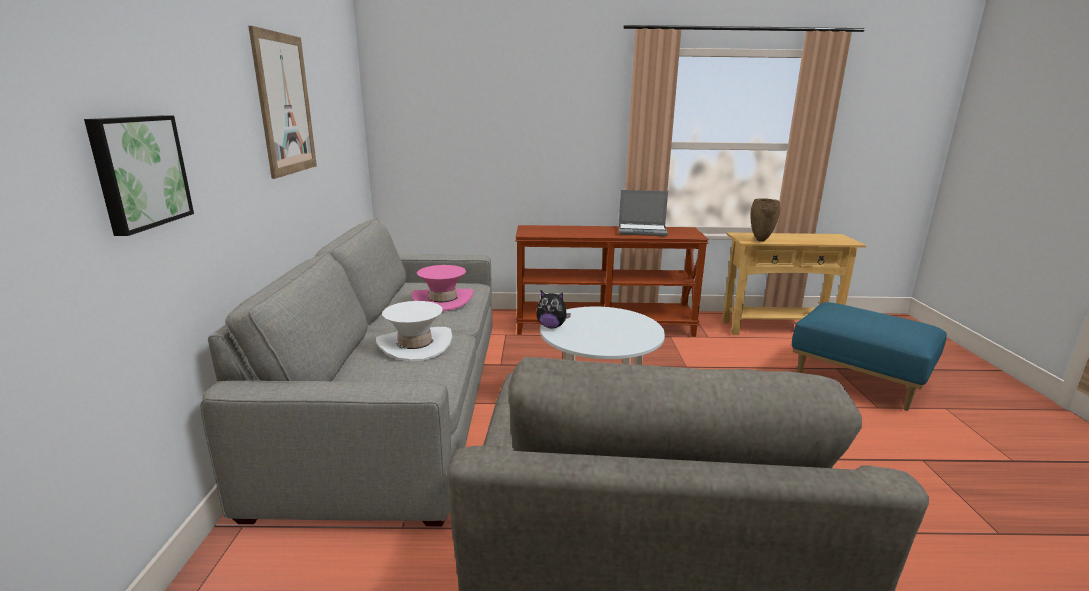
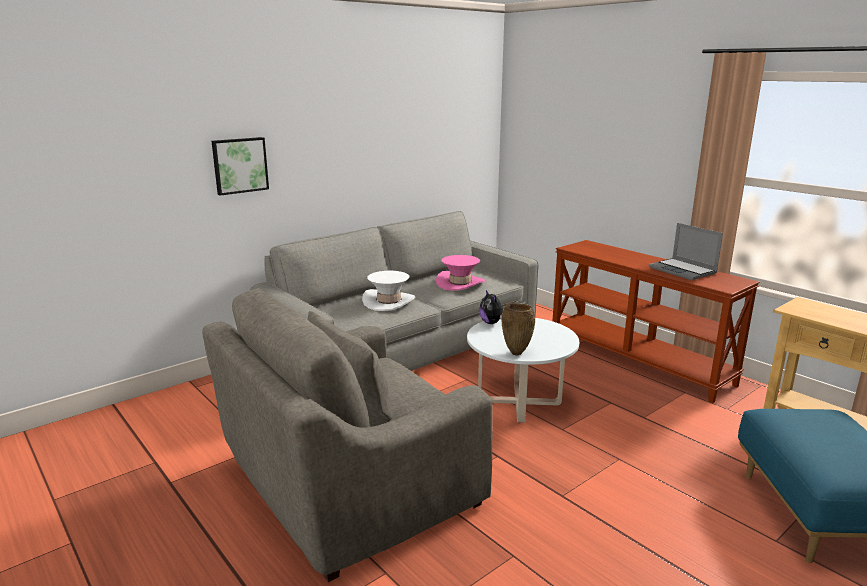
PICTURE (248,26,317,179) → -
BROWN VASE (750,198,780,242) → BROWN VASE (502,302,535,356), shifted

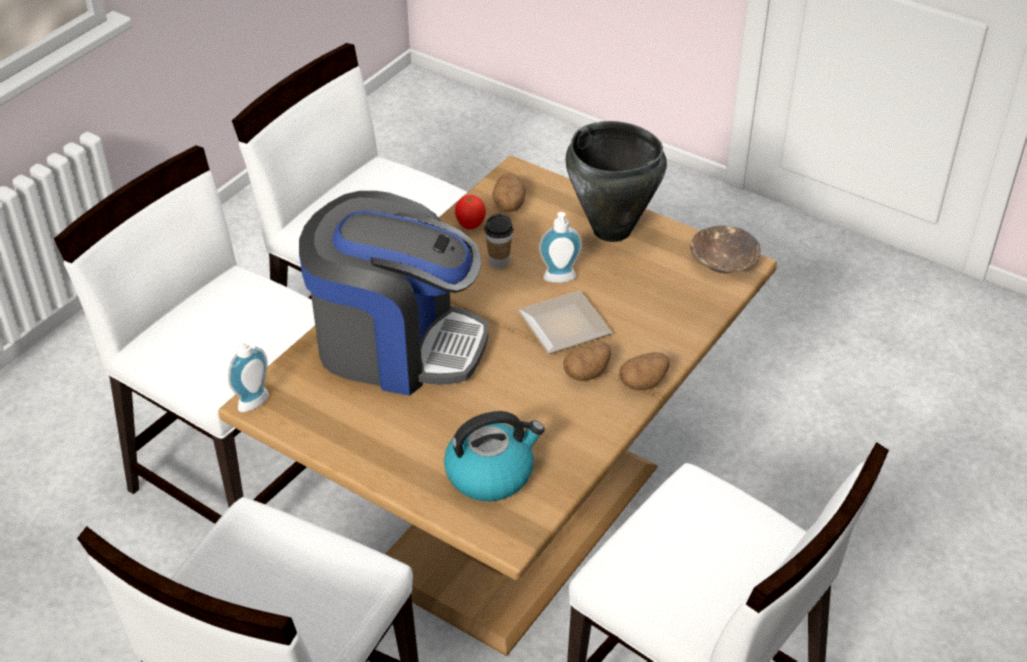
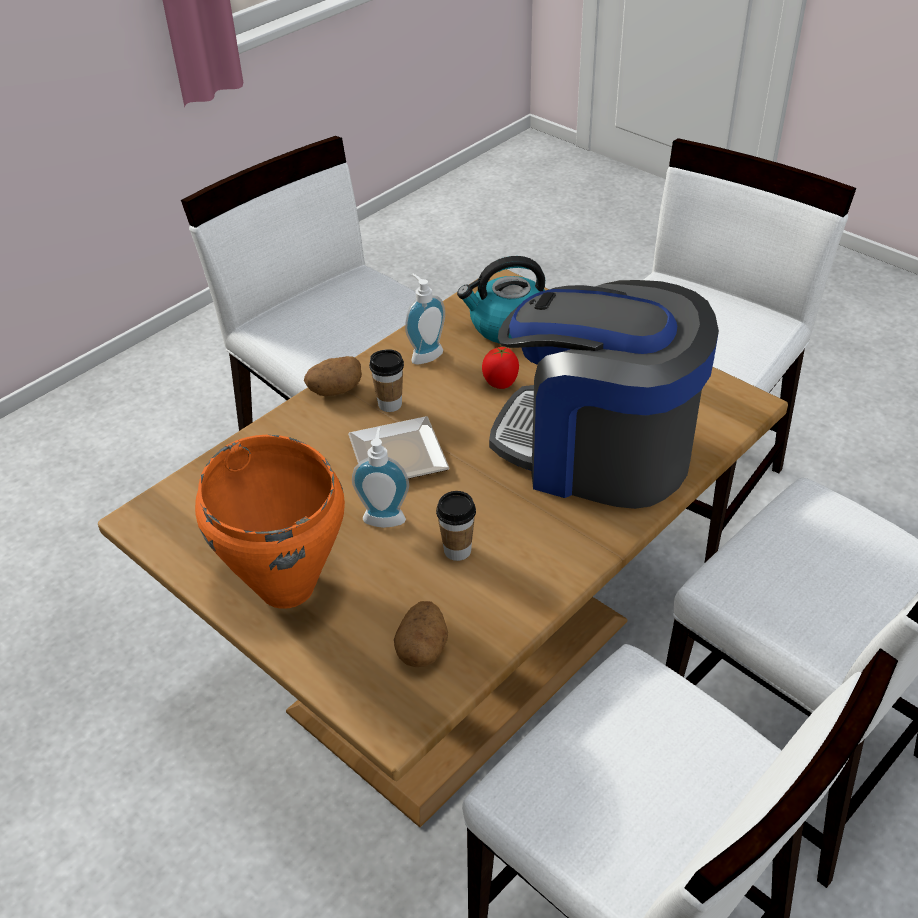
BLACK COOKING POT (565,121,667,242) → ORANGE COOKING POT (195,435,345,609)
TOMATO (455,195,486,229) → TOMATO (482,347,519,389), shifted
BROWN BOWL (690,226,761,273) → -
SOAP DISPENSER (228,335,269,412) → SOAP DISPENSER (405,274,445,365), shifted
POTATO (563,341,611,381) → CUP (369,349,404,412)

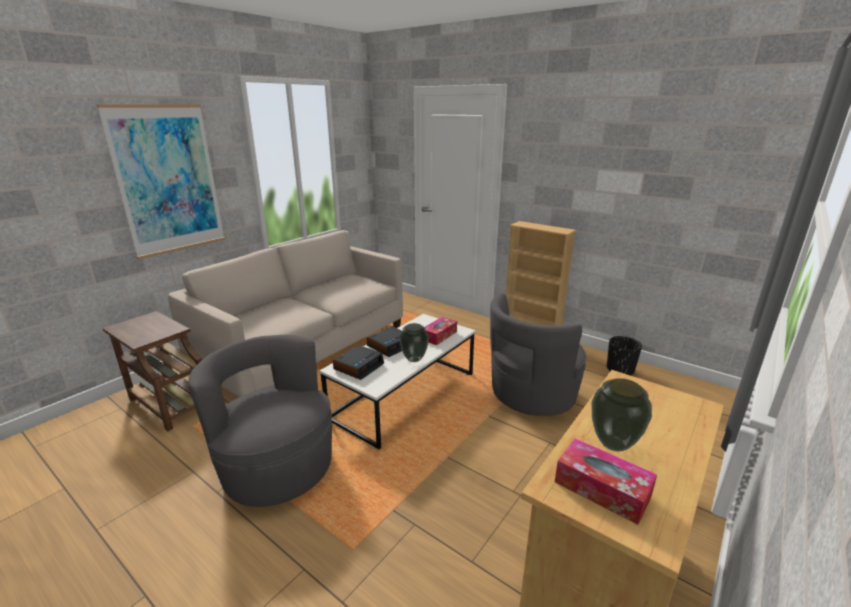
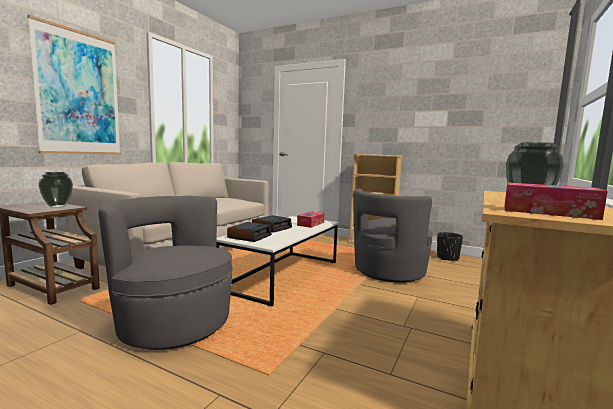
VASE (399,323,429,362) → VASE (38,172,73,208), shifted

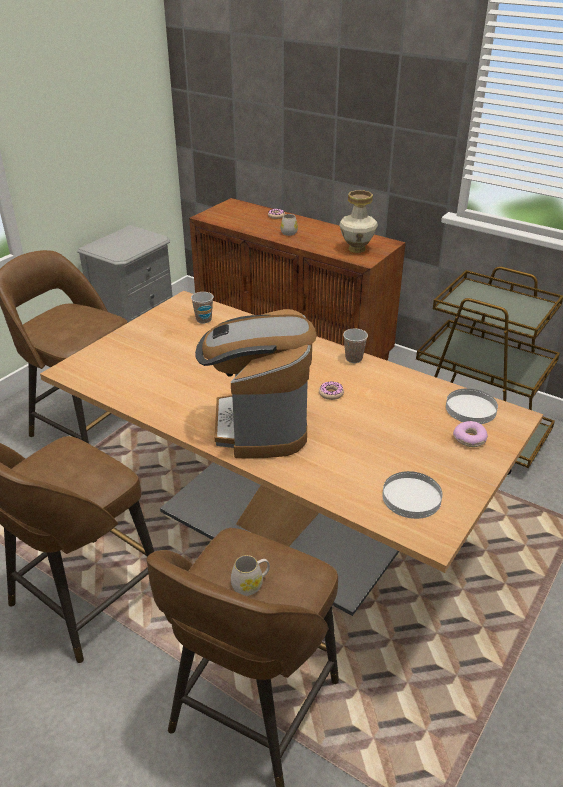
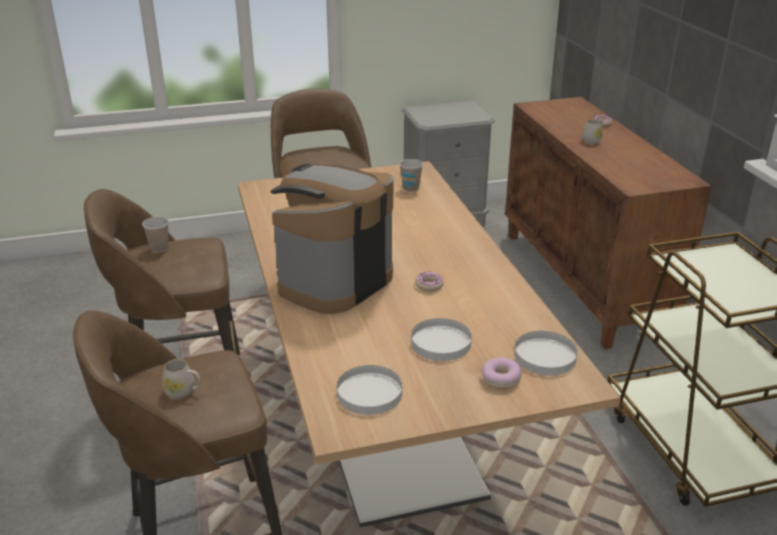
VASE (339,190,378,253) → -
CUP (343,329,368,363) → CUP (142,217,169,253), shifted
- → WHITE PLATE (411,318,472,361)

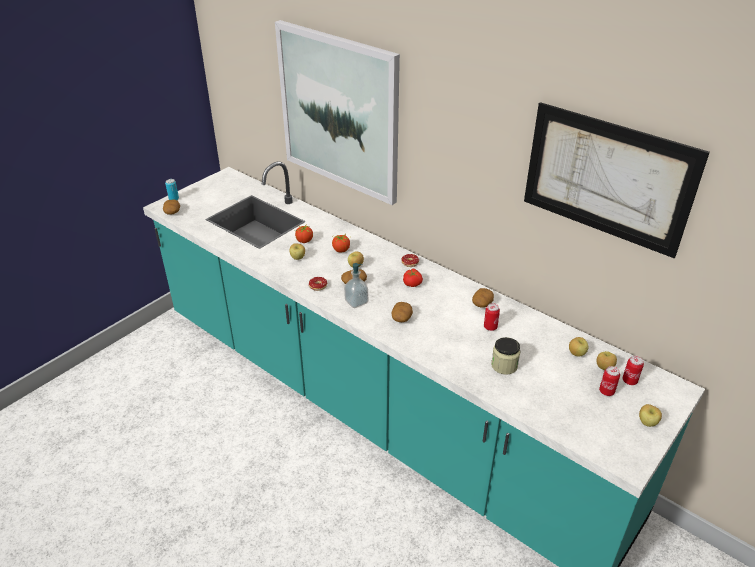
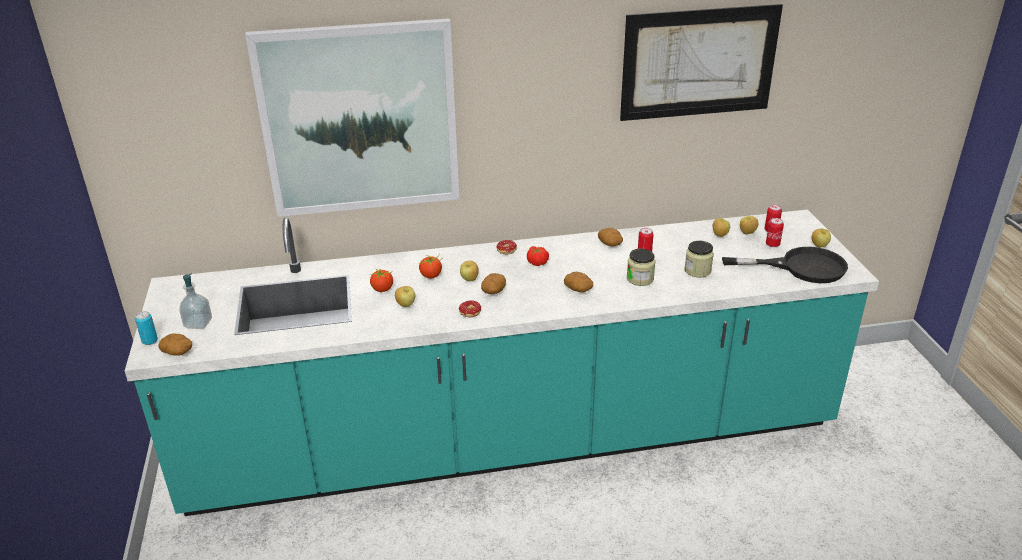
SOAP DISPENSER (344,263,368,308) → SOAP DISPENSER (179,274,212,329), shifted
- → BLACK FRYING PAN (722,247,848,283)
- → JAR (627,249,656,286)

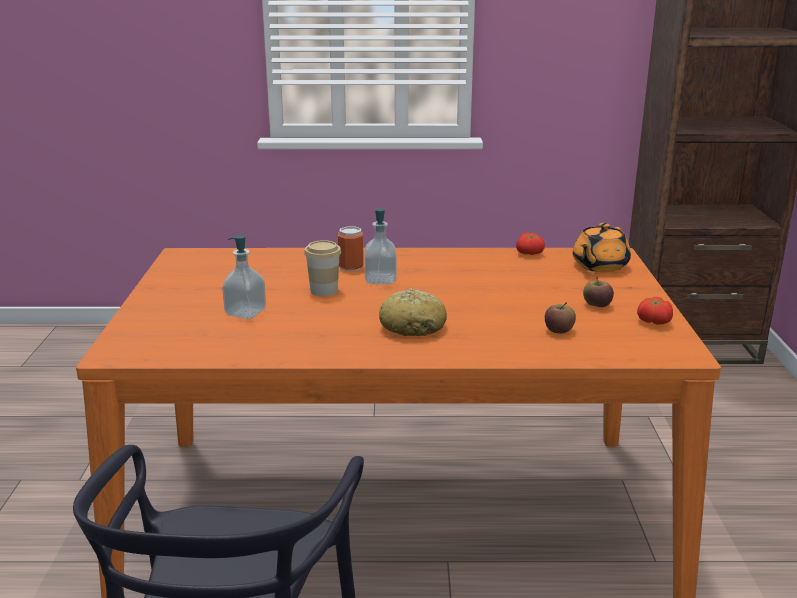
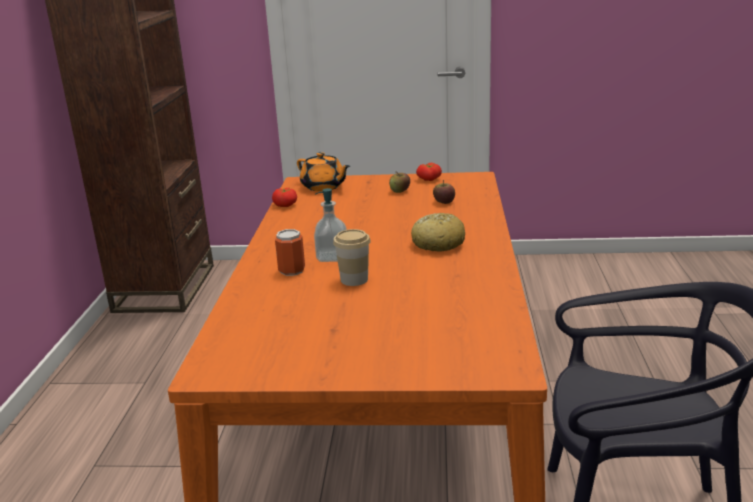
SOAP DISPENSER (222,235,266,319) → -

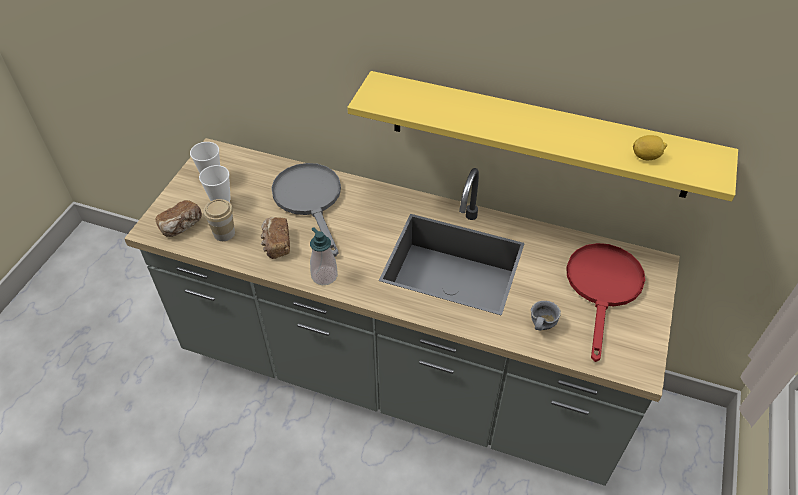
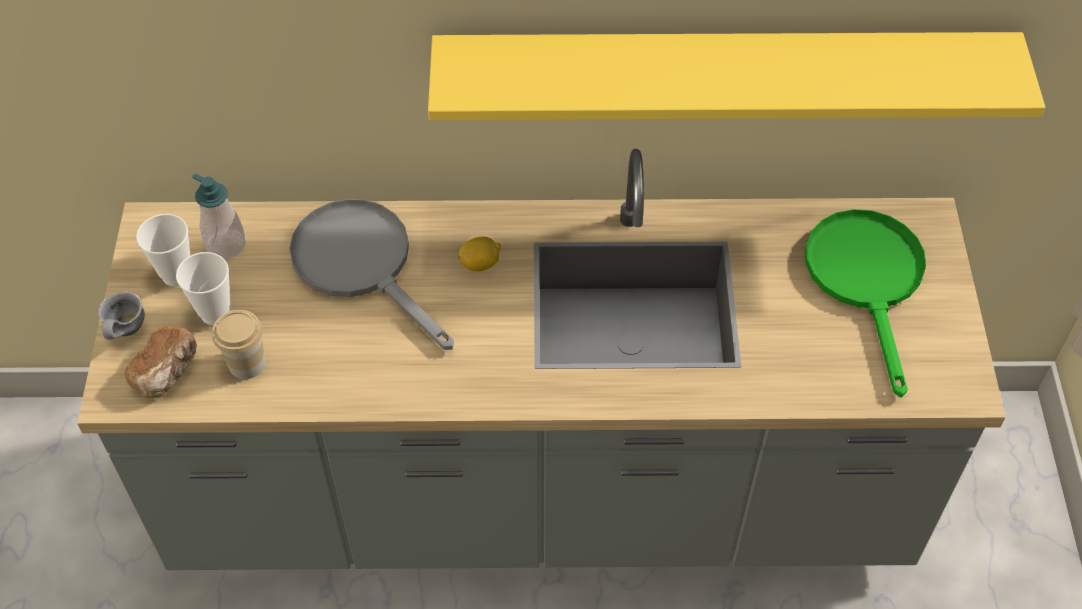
LEMON (633,135,667,160) → LEMON (458,237,501,271), shifted
BREAD (261,217,290,259) → -
SOAP DISPENSER (310,228,338,285) → SOAP DISPENSER (192,174,246,259), shifted
RED FRYING PAN (566,243,645,362) → GREEN FRYING PAN (805,209,926,398)
GREY MUG (531,301,561,330) → GREY MUG (98,291,145,340), shifted

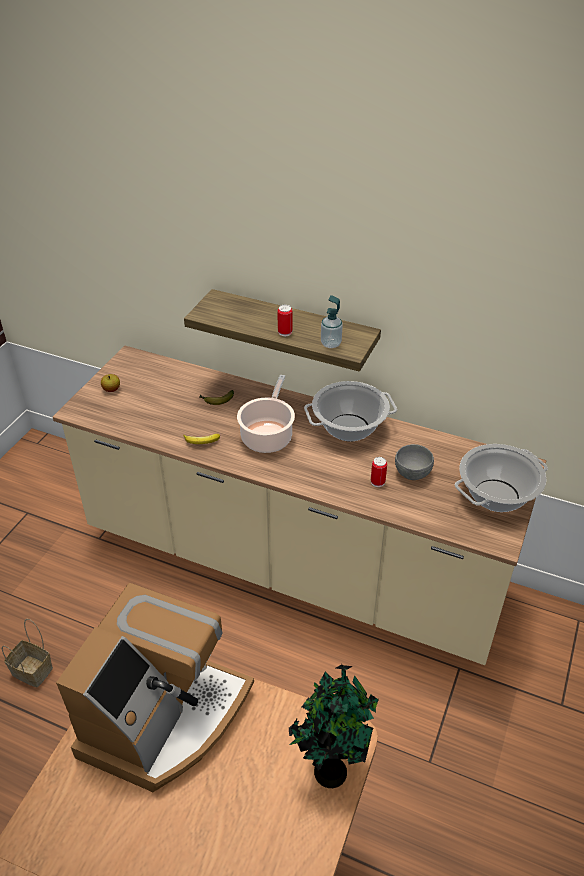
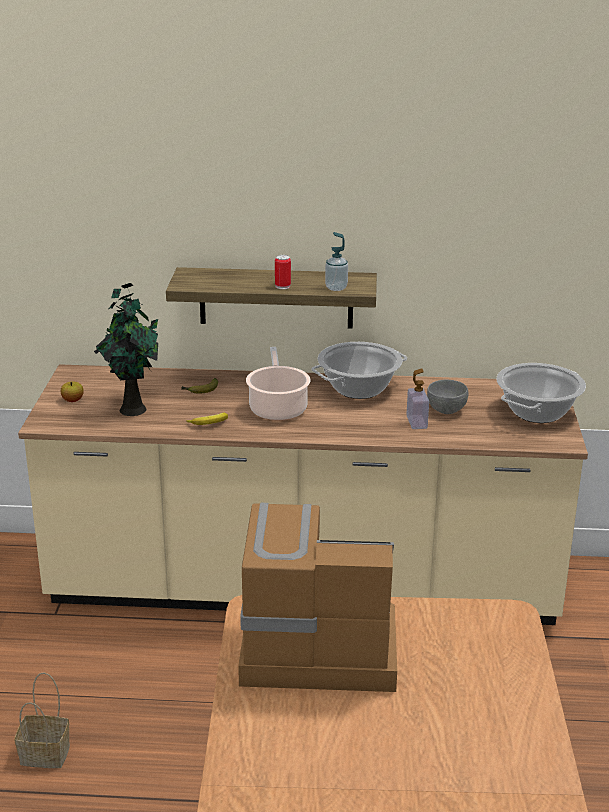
CAN (371,457,387,487) → SOAP DISPENSER (406,368,429,429)
COFFEE MACHINE (56,583,254,792) → COFFEE MACHINE (238,503,397,692), 90 degrees counterclockwise
POTTED PLANT (289,665,379,788) → POTTED PLANT (94,283,158,416), shifted

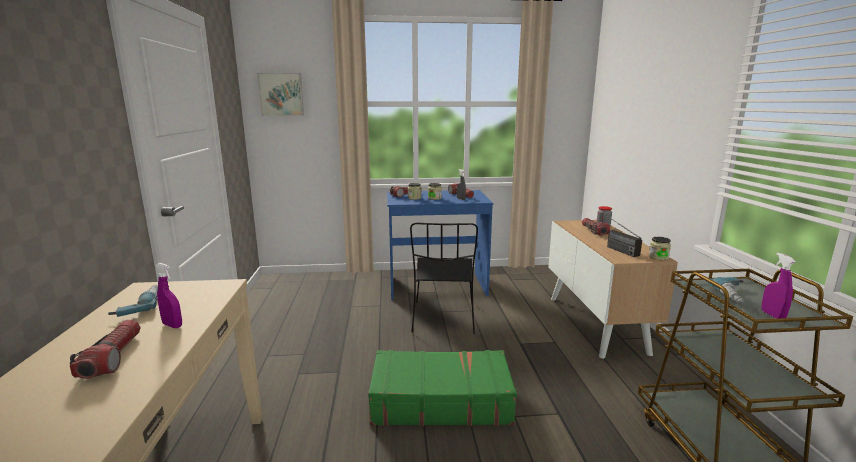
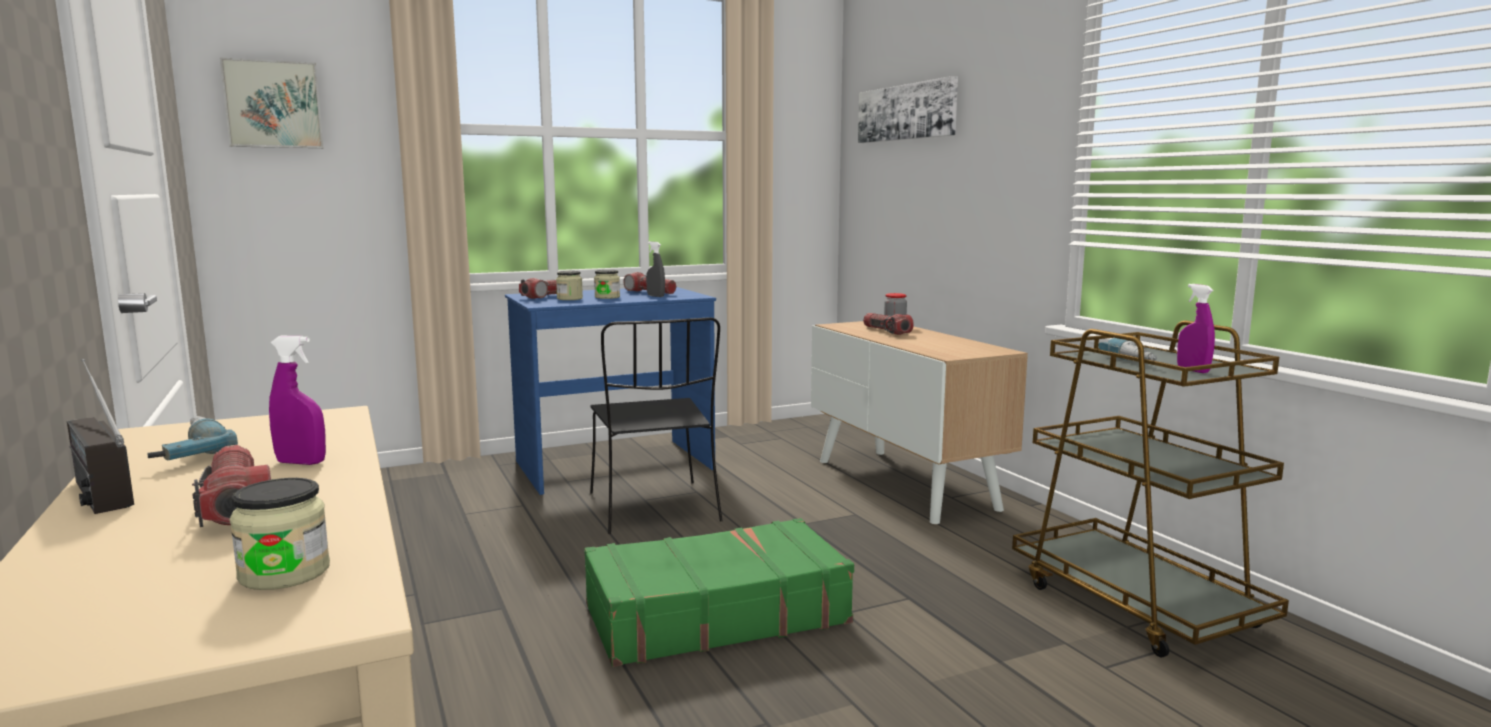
RADIO (604,214,642,257) → RADIO (67,359,134,514), shifted
JAR (648,237,671,260) → JAR (230,478,330,590), shifted
- → PICTURE (858,76,958,143)

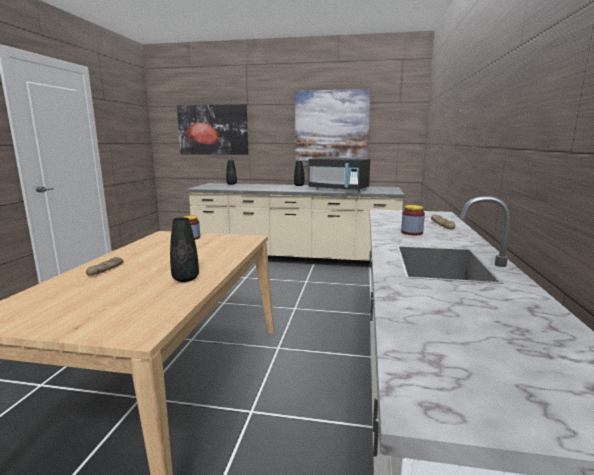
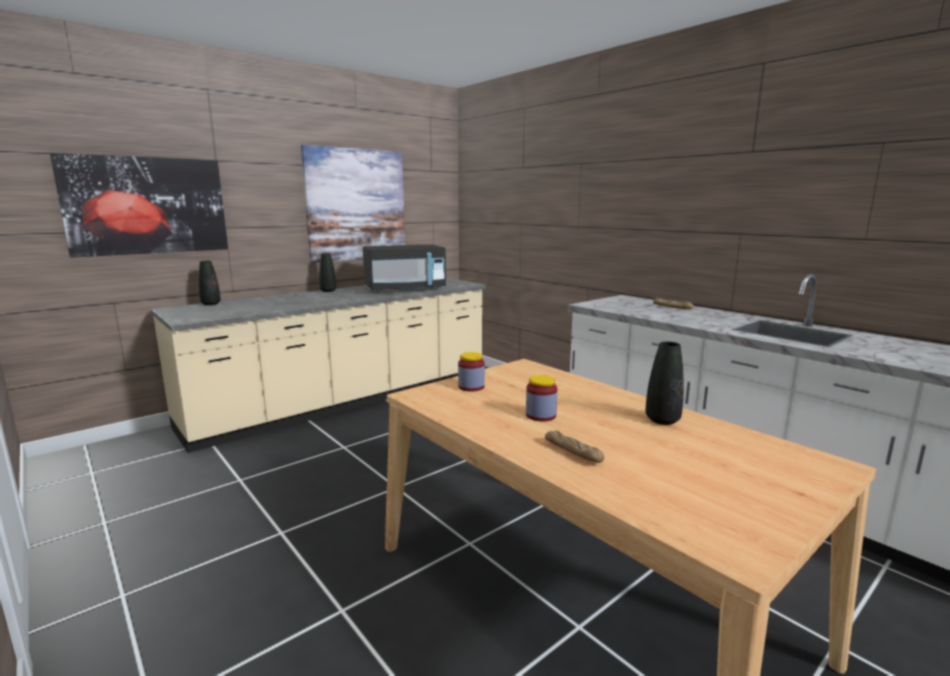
JAR (401,205,425,235) → JAR (526,375,557,421), shifted

